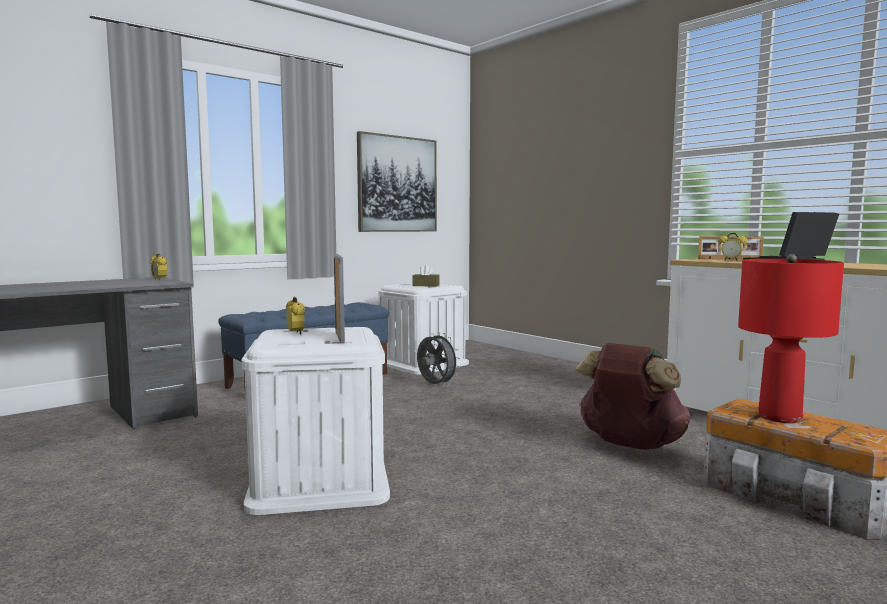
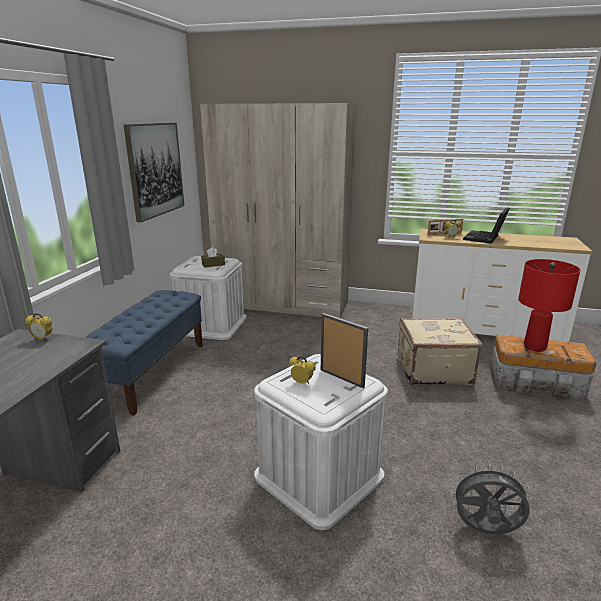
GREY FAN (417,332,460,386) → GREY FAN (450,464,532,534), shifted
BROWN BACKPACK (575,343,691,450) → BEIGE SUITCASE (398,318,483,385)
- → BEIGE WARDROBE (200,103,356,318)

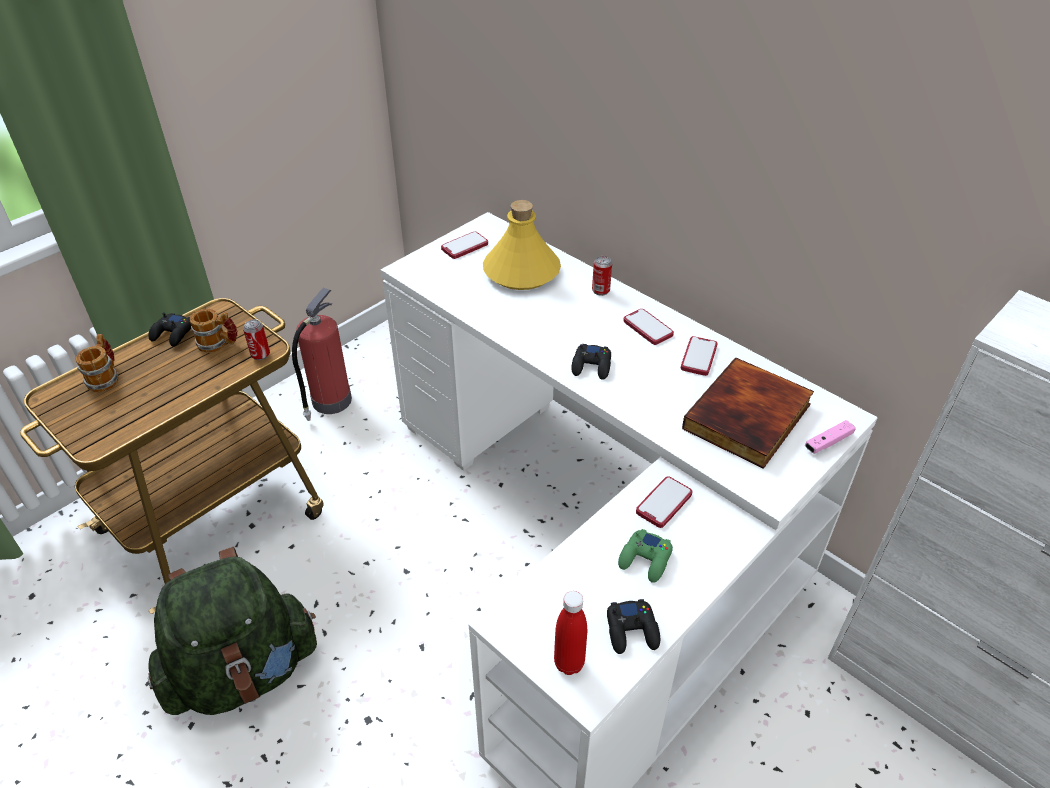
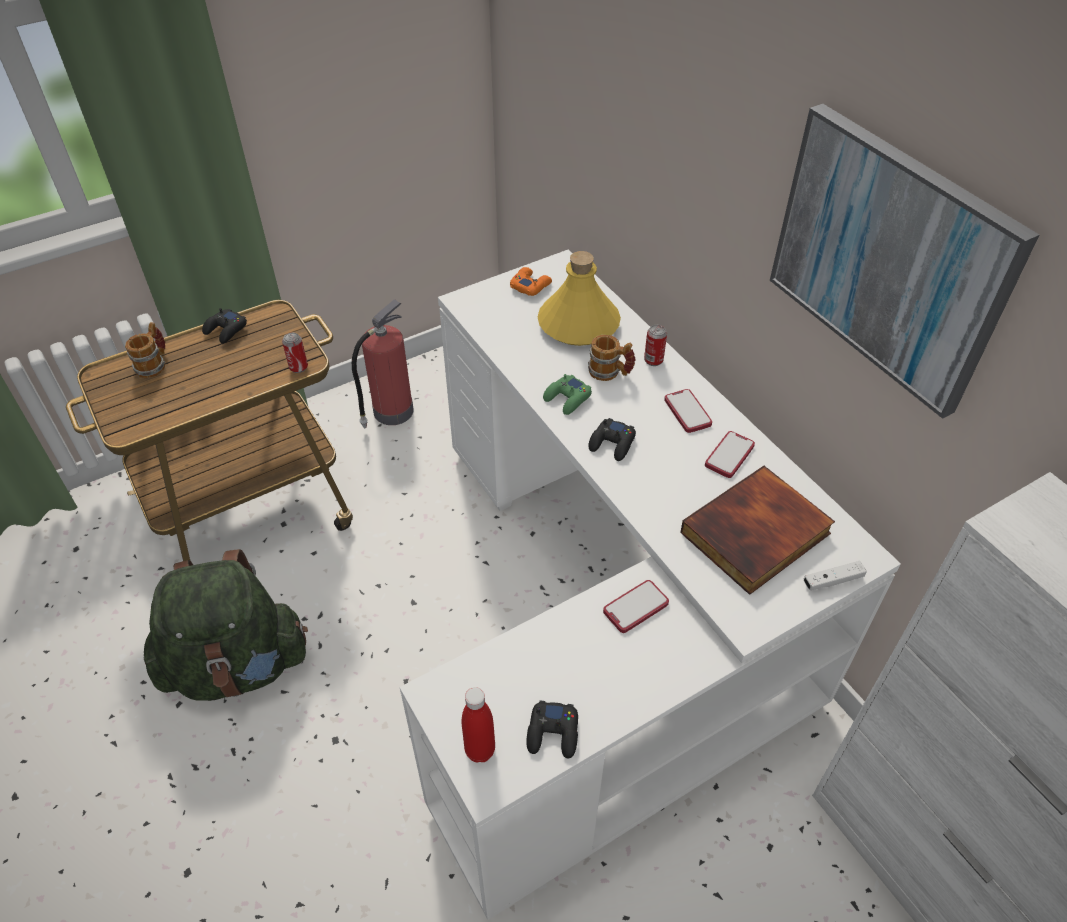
PHONE (441,232,488,259) → ORANGE GAME CONTROLLER (510,267,552,296)
MUG (190,309,237,353) → MUG (588,335,636,381), shifted
PINK GAME CONTROLLER (805,420,856,454) → WHITE GAME CONTROLLER (804,561,867,591)
GREEN GAME CONTROLLER (618,529,673,583) → GREEN GAME CONTROLLER (543,374,592,415), shifted
- → PICTURE (770,104,1039,419)

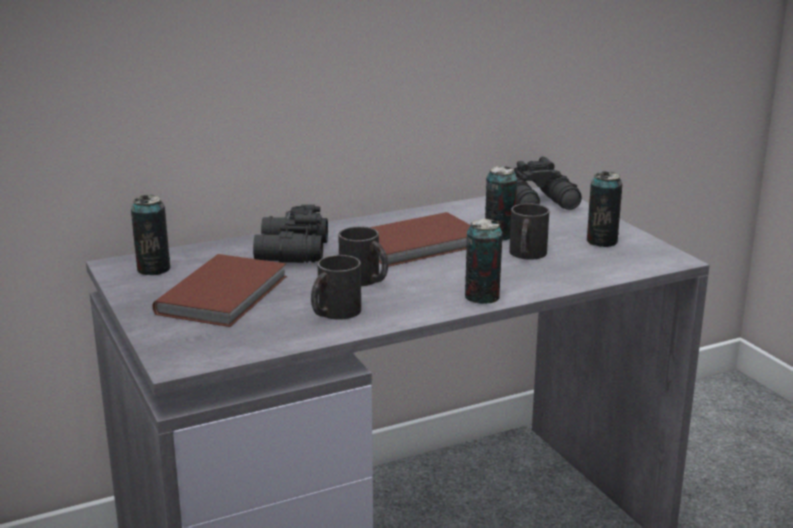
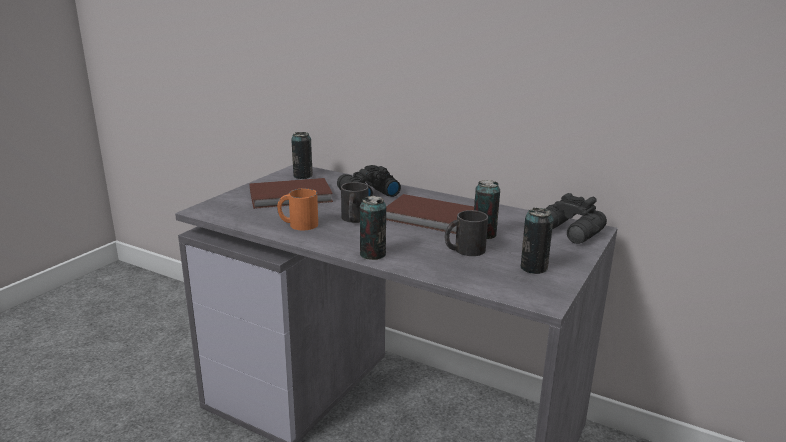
BLACK MUG (311,255,361,320) → ORANGE MUG (277,188,318,230)

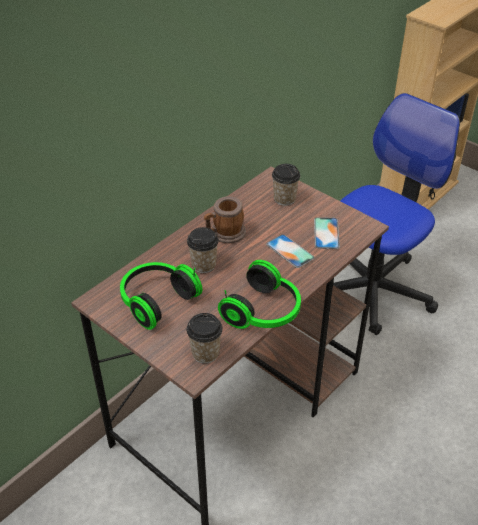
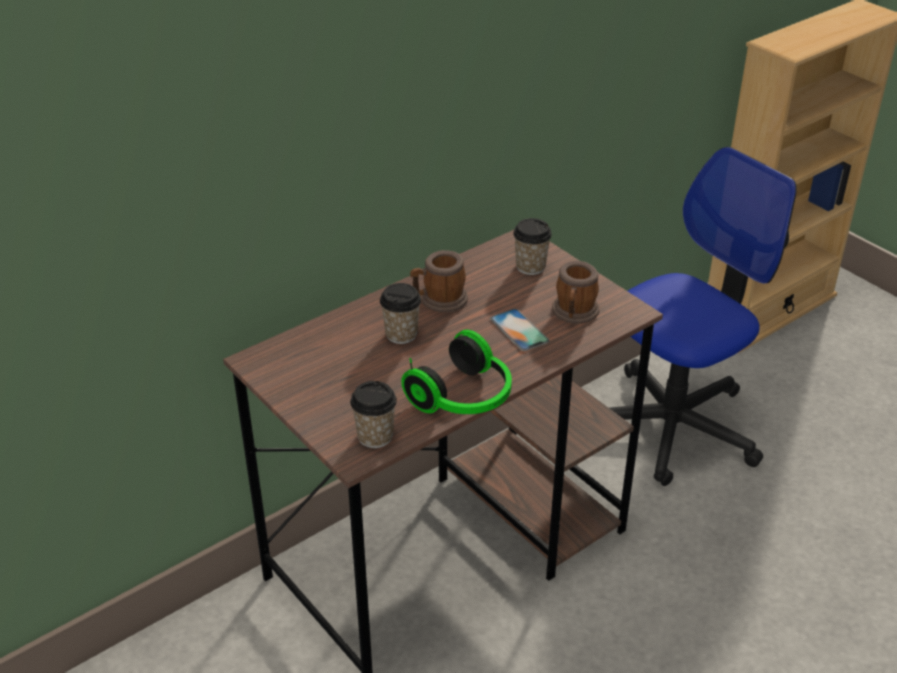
PHONE (314,217,340,249) → MUG (552,261,599,324)
HEADPHONES (120,262,202,330) → -

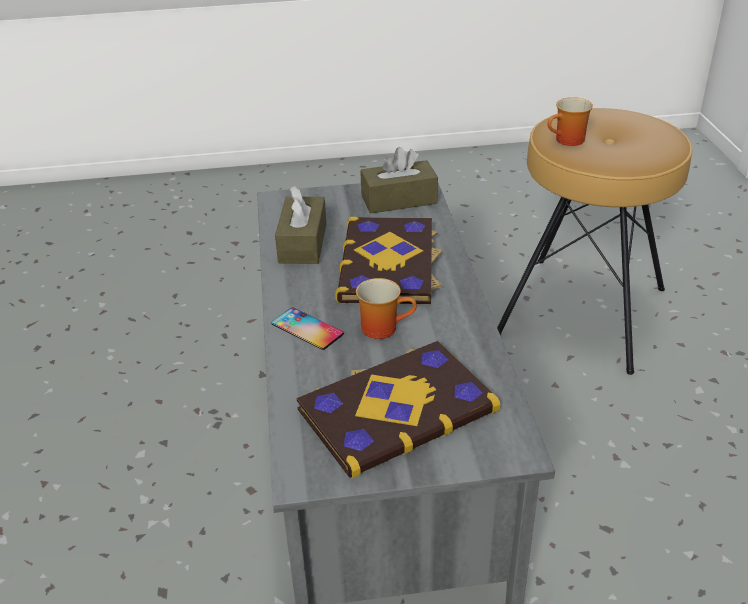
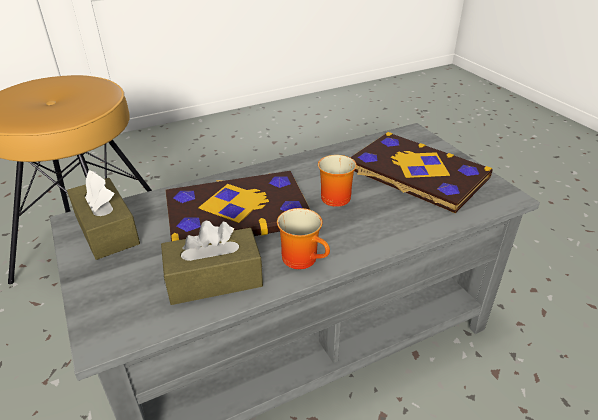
MUG (547,97,593,146) → MUG (277,208,330,269), shifted
PHONE (271,307,344,350) → -

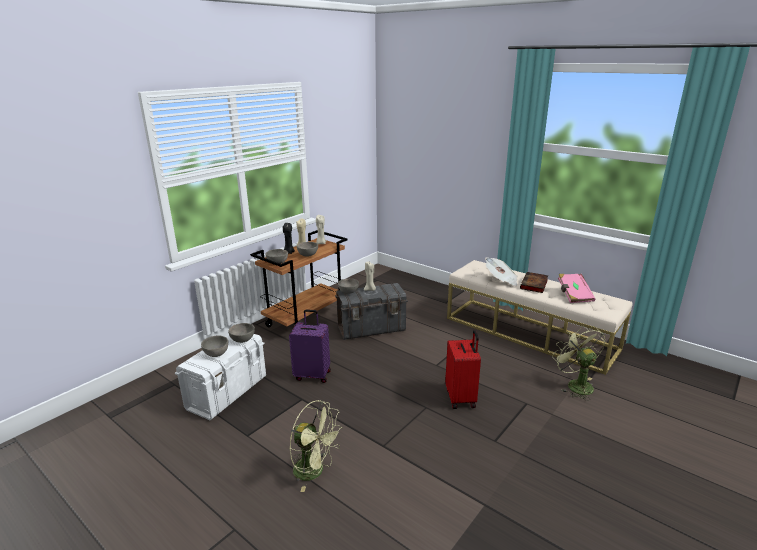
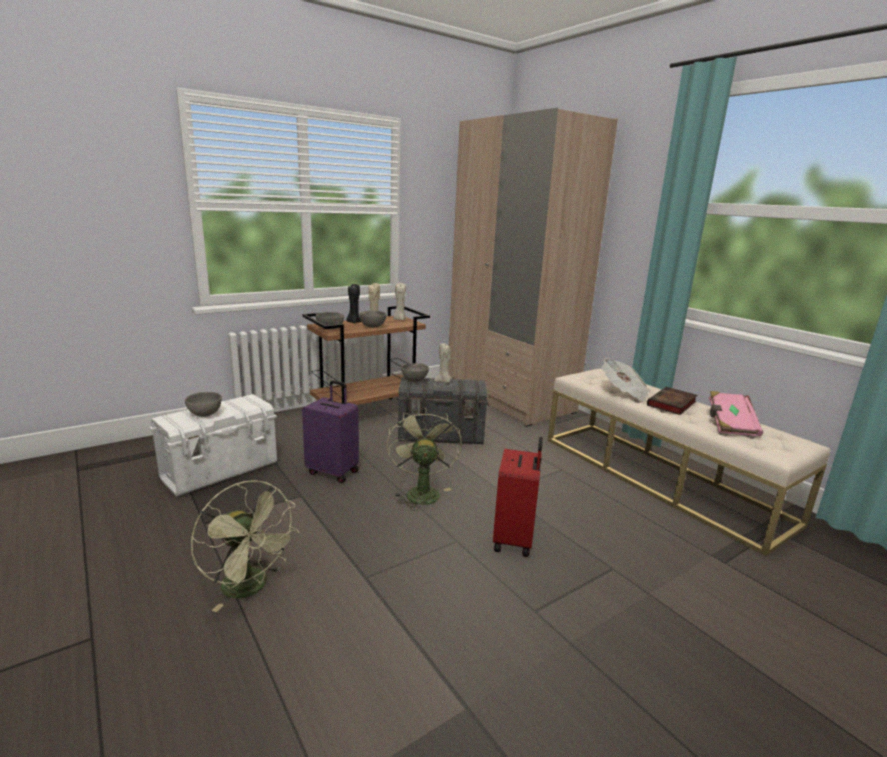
GREY BOWL (228,323,255,343) → -
GREEN FAN (552,325,606,401) → GREEN FAN (387,407,462,511), shifted
- → BEIGE WARDROBE (449,108,618,427)

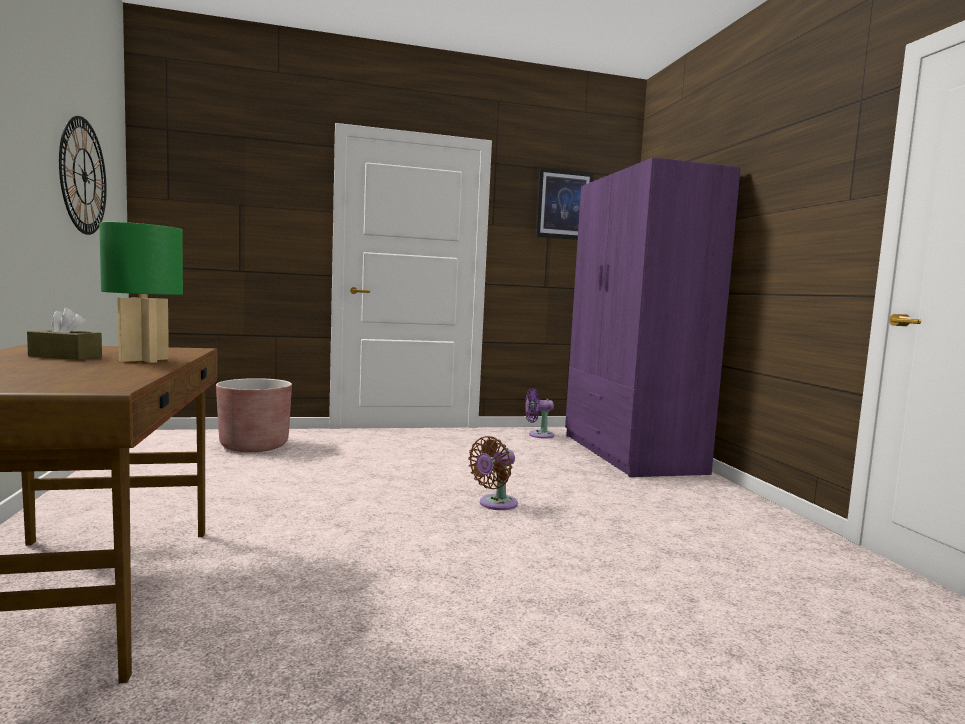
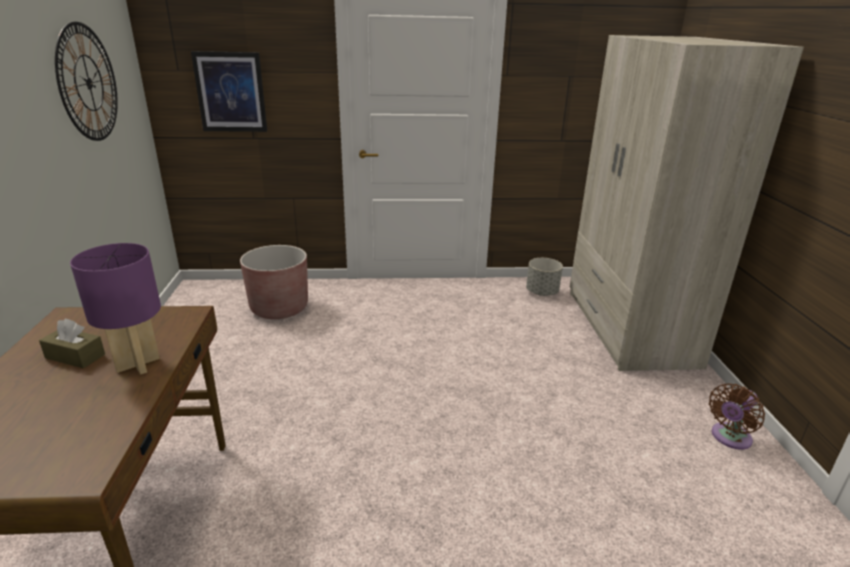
PURPLE WARDROBE (565,157,741,477) → BEIGE WARDROBE (570,35,804,371)
PICTURE (536,167,594,240) → PICTURE (191,51,267,132), shifted
GREEN TABLE LAMP (99,222,183,363) → PURPLE TABLE LAMP (70,243,161,375)
PURPLE FAN (525,388,554,439) → GREY PLANTER (526,258,563,296)
BROWN FAN (468,436,518,510) → BROWN FAN (709,383,765,450), shifted

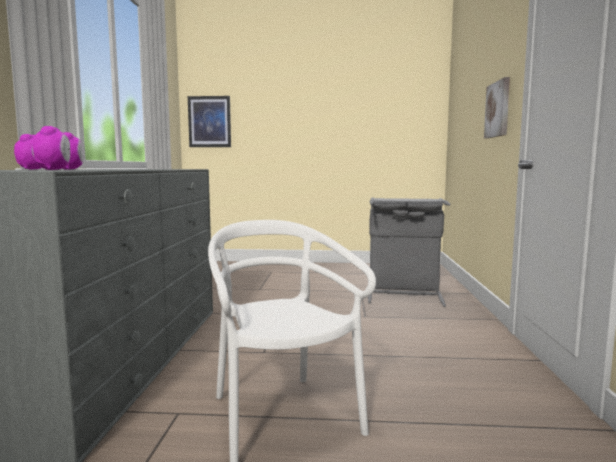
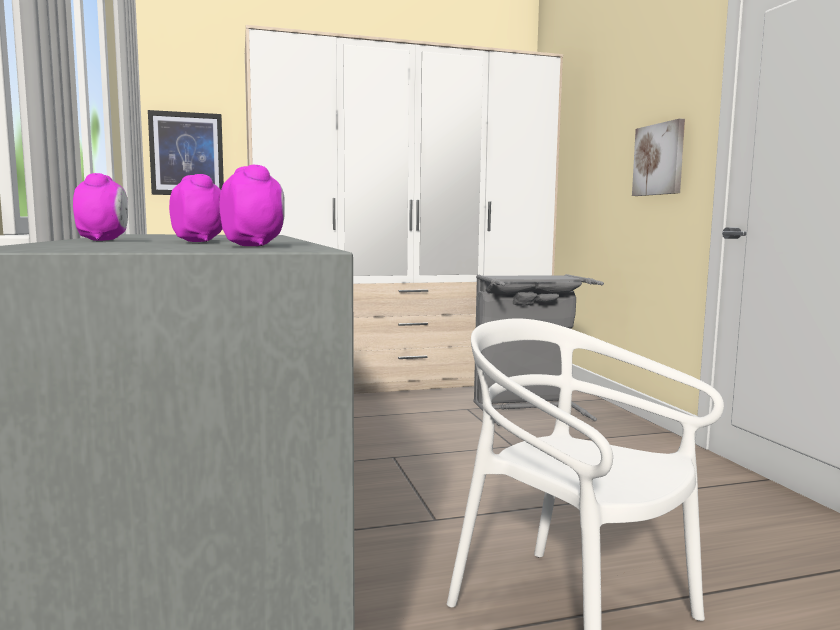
- → WARDROBE (245,25,563,394)

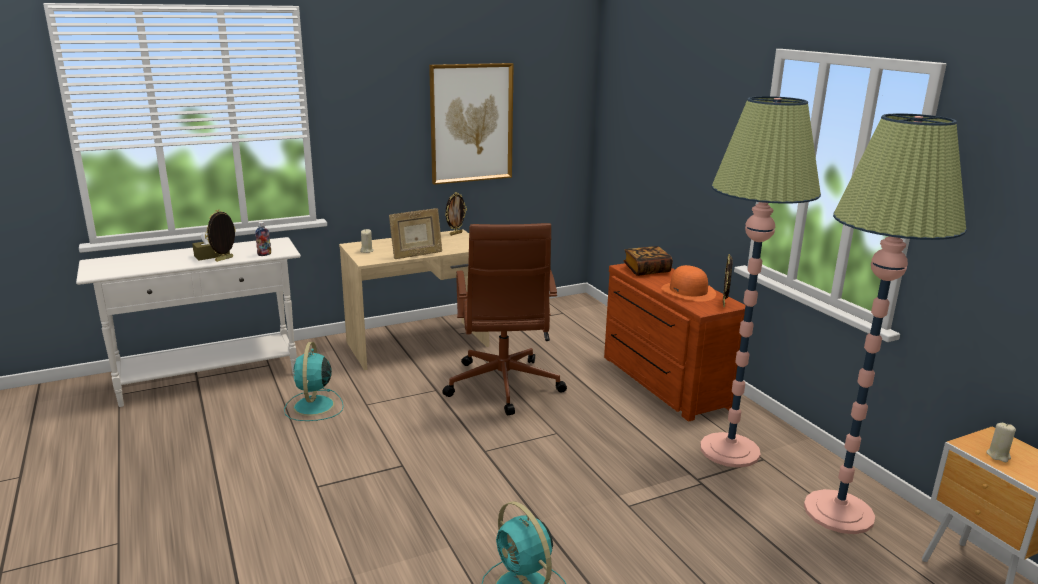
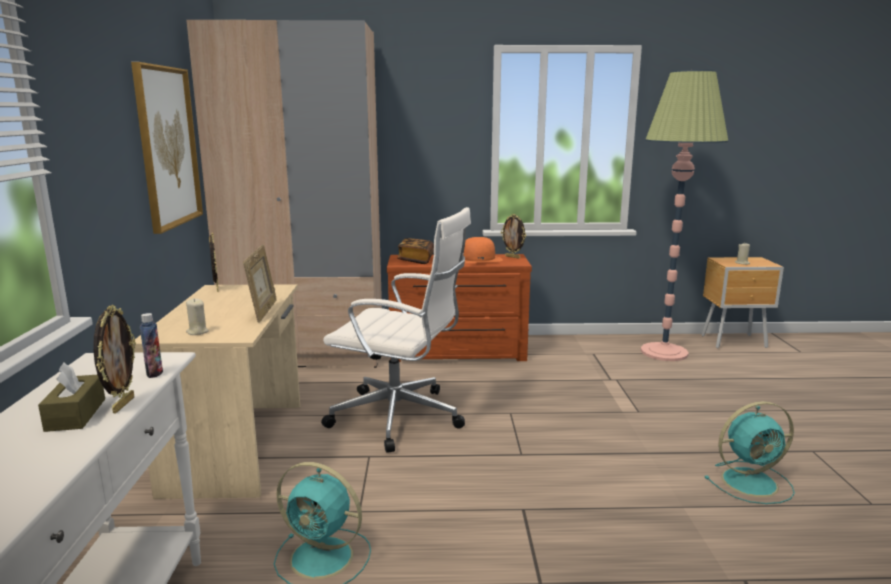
FLOOR LAMP (700,96,821,468) → -
PICTURE FRAME (205,210,236,262) → PICTURE FRAME (93,305,136,413), 150 degrees counterclockwise
BROWN OFFICE CHAIR (443,223,567,415) → WHITE OFFICE CHAIR (321,207,471,453)
- → BEIGE WARDROBE (186,20,382,368)

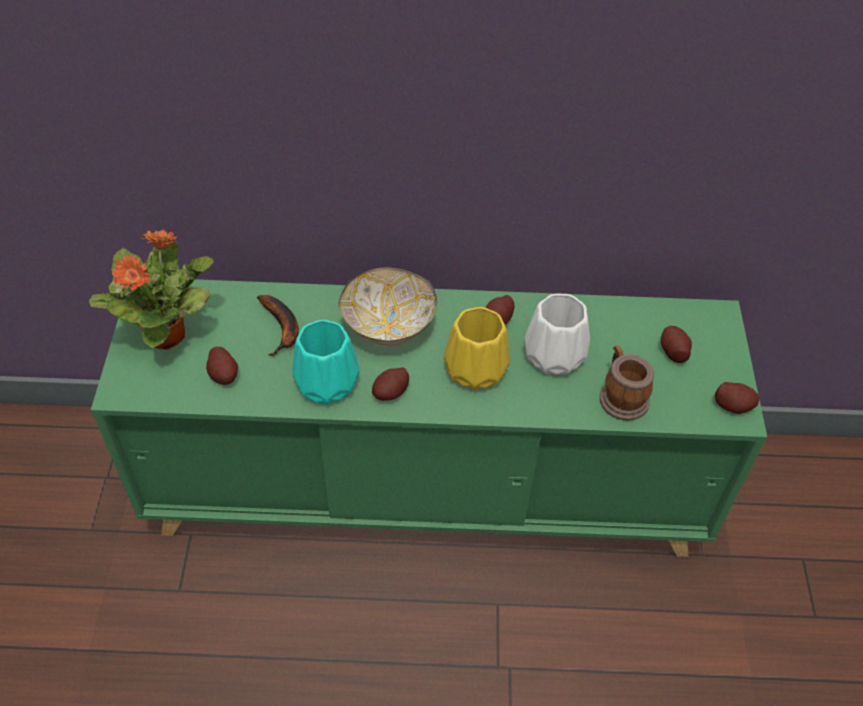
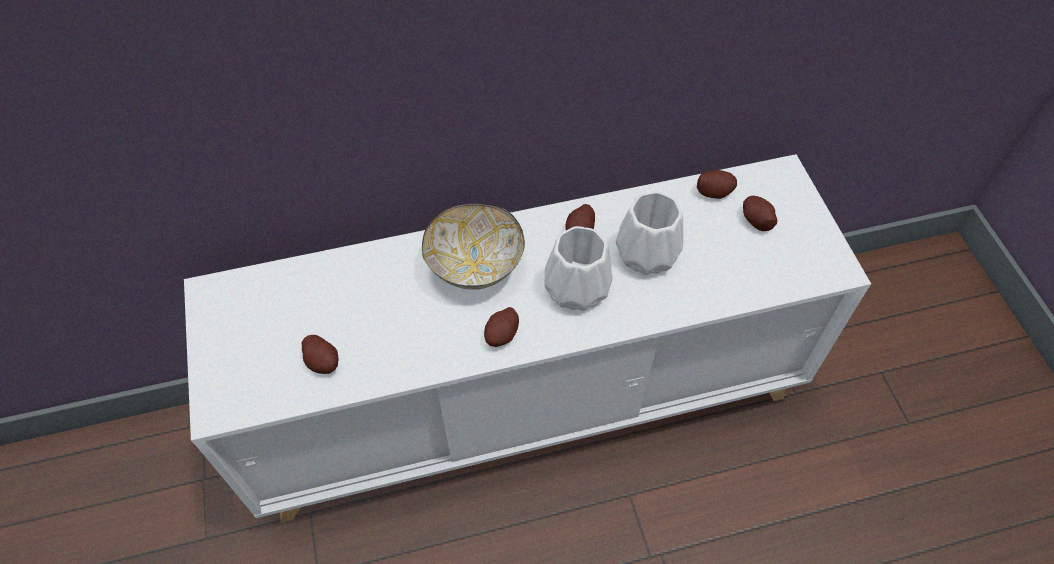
POTTED PLANT (89,229,214,350) → -
GREEN CABINET (91,279,767,557) → WHITE CABINET (184,154,871,523)
BANANA (257,295,299,356) → -
YELLOW VASE (444,307,510,390) → WHITE VASE (544,226,613,311)
TURQUOISE VASE (292,320,360,404) → -
MUG (600,345,654,421) → -
POTATO (715,382,759,414) → POTATO (697,170,737,199), shifted

